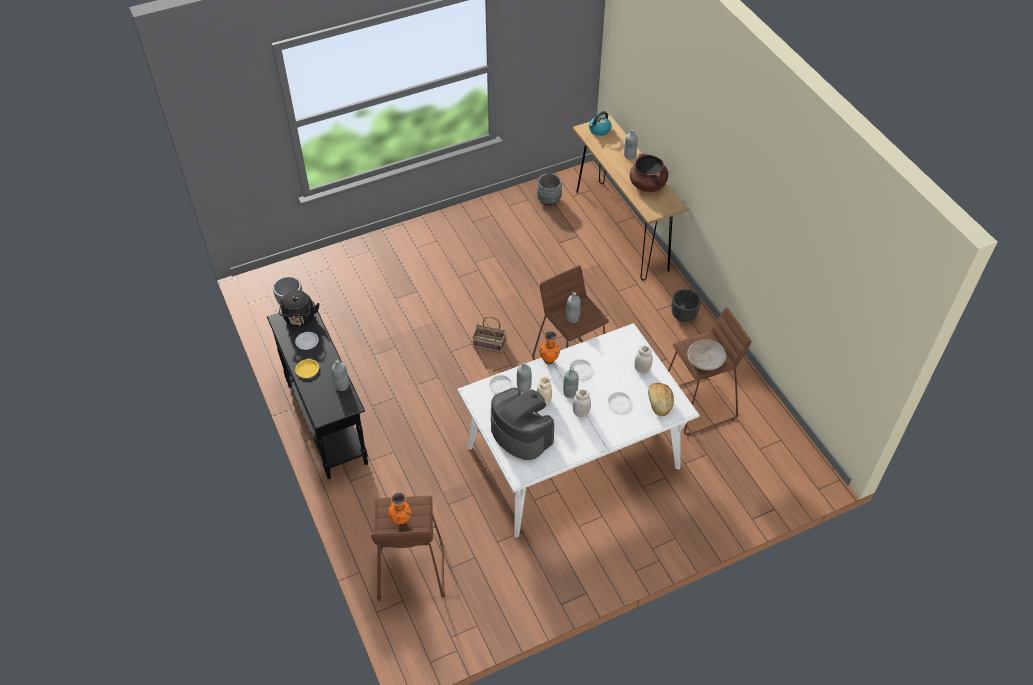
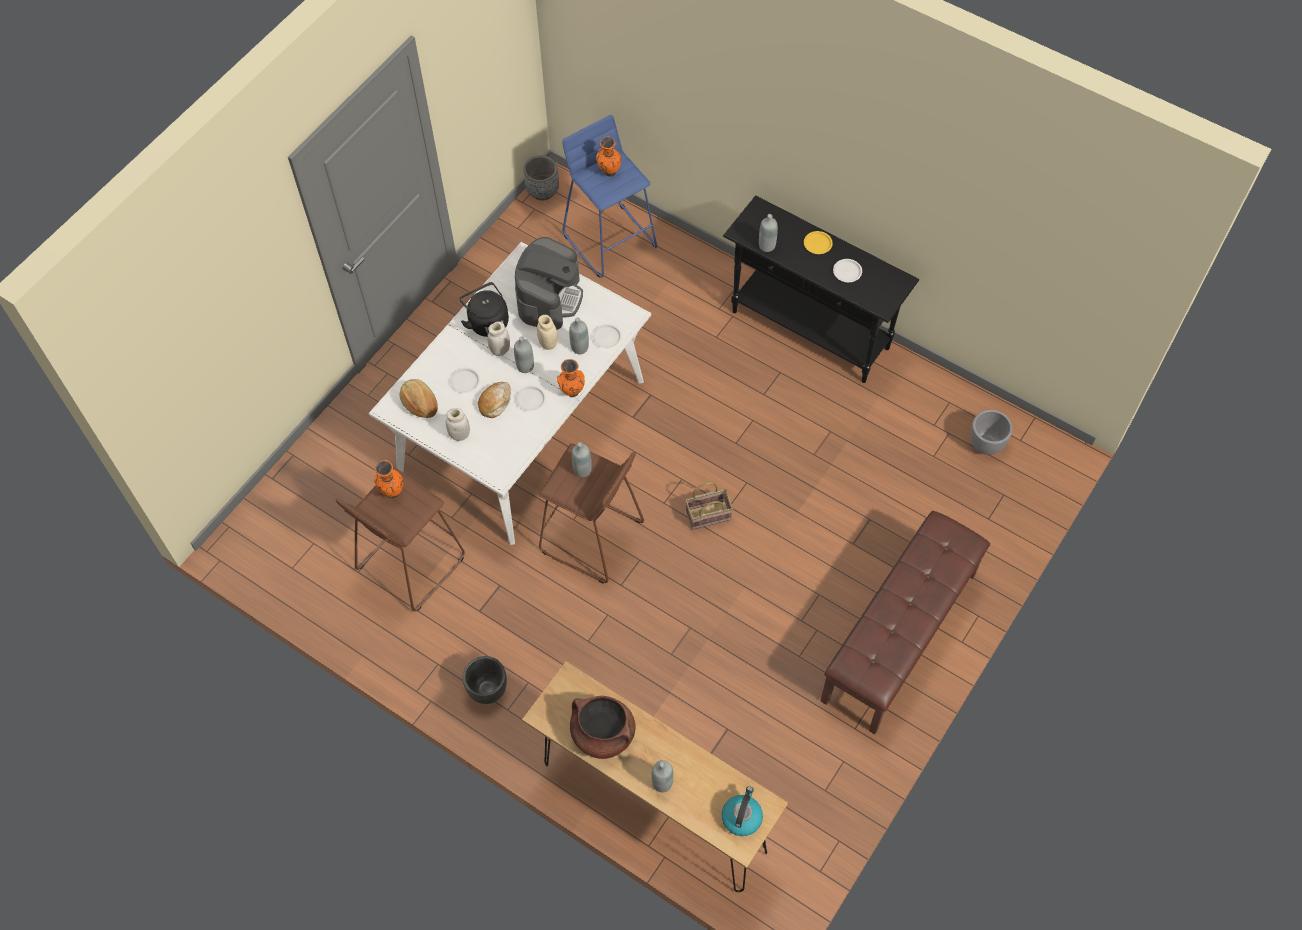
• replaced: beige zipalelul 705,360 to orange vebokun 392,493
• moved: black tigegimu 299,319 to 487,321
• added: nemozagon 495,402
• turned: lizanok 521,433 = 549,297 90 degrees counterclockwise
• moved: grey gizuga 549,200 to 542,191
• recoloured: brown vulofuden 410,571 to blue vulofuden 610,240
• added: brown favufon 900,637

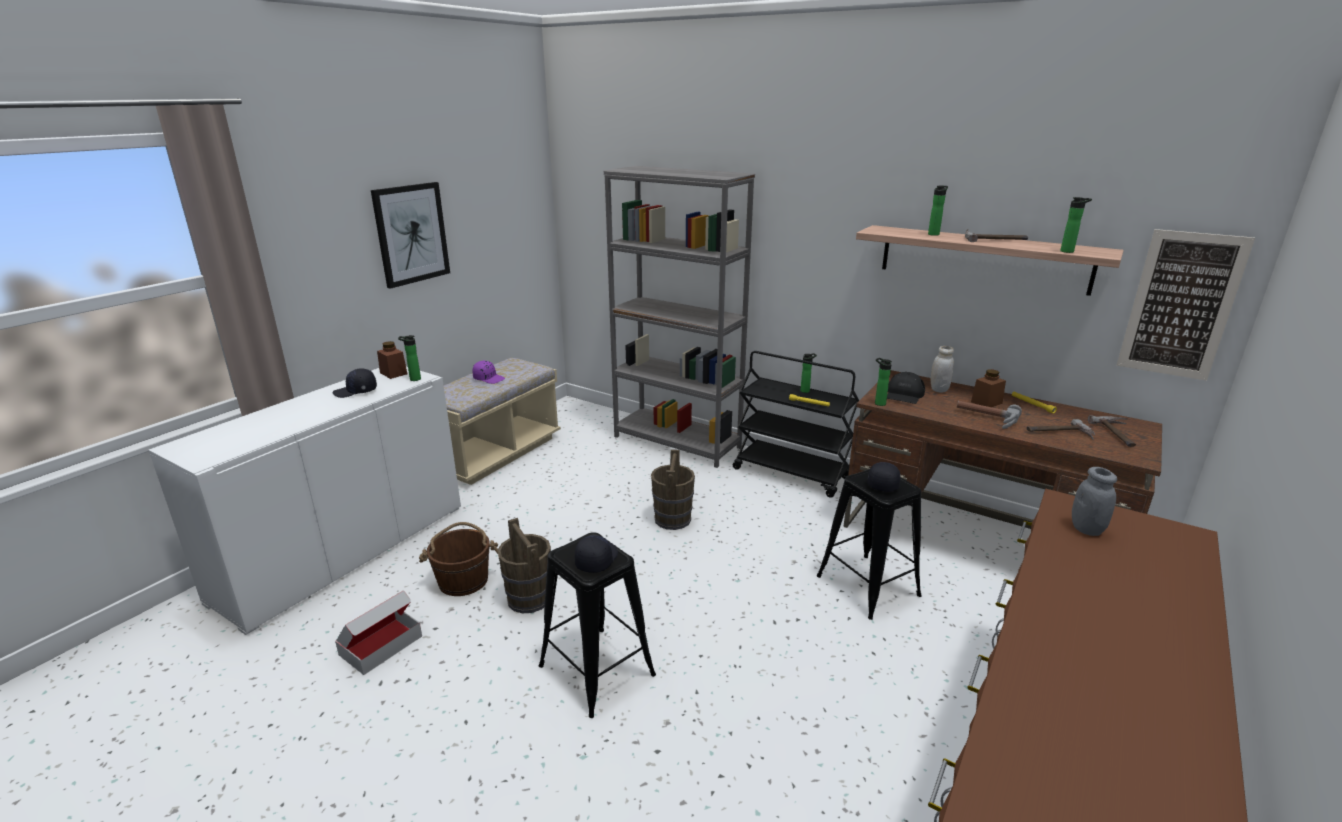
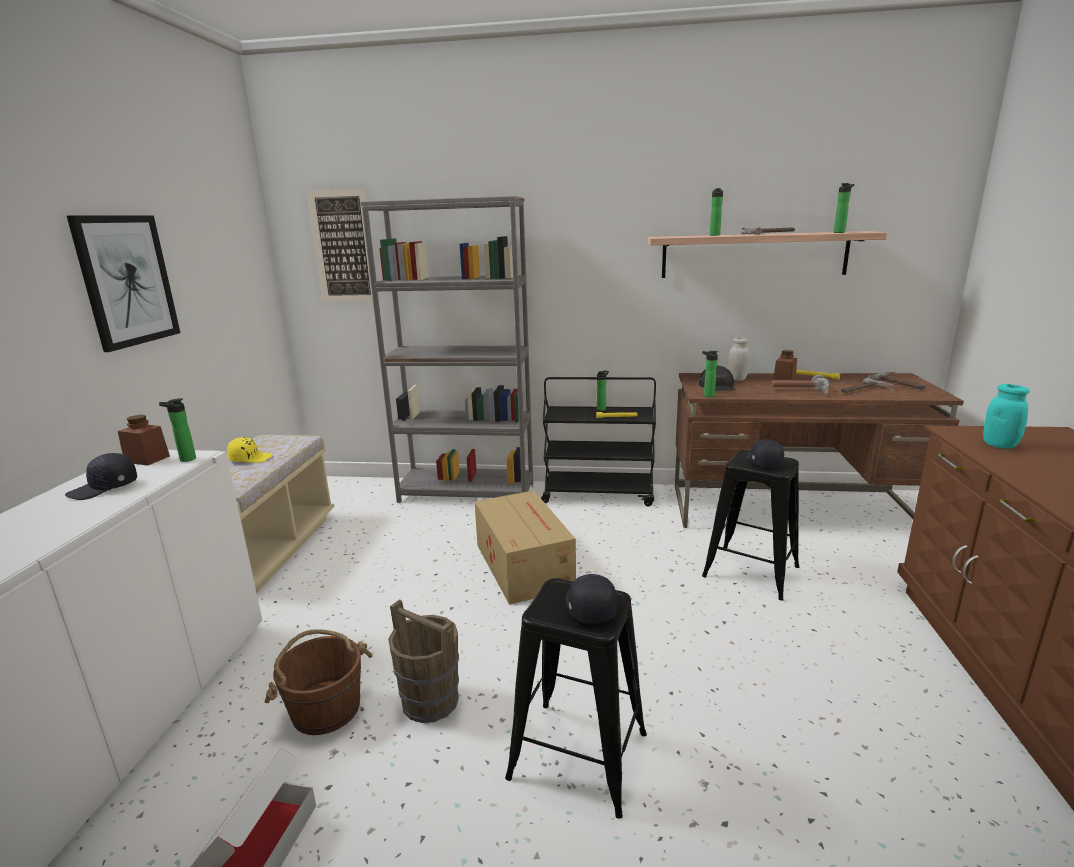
• recoloured: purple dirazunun 489,378 to yellow dirazunun 250,458
• moved: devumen 1181,305 to 343,247
• replaced: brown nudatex 672,519 to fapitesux 523,564
• recoloured: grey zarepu 1086,529 to turquoise zarepu 999,445

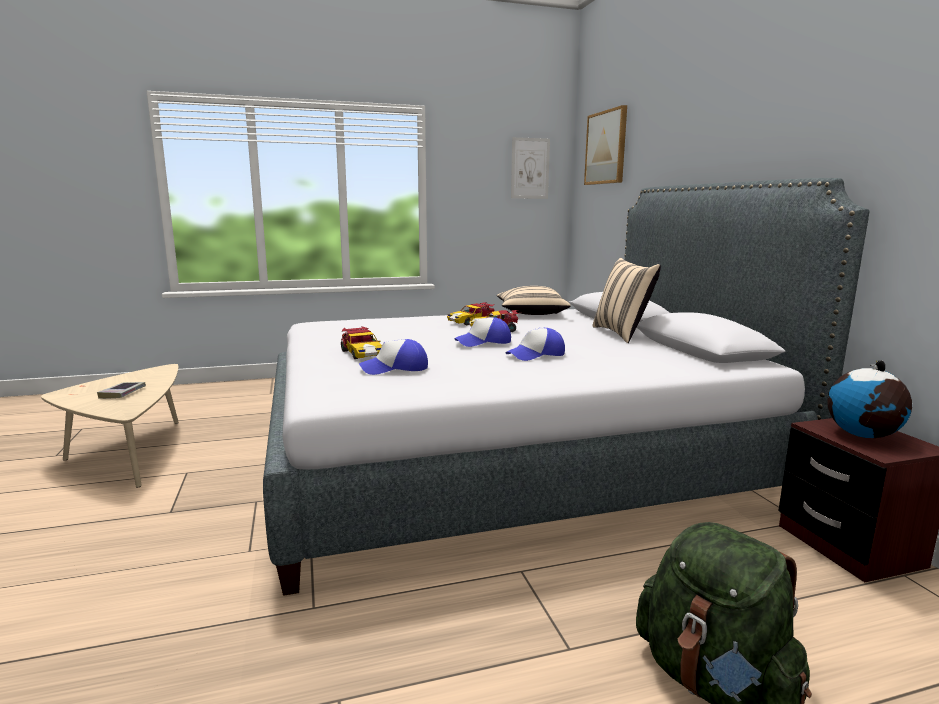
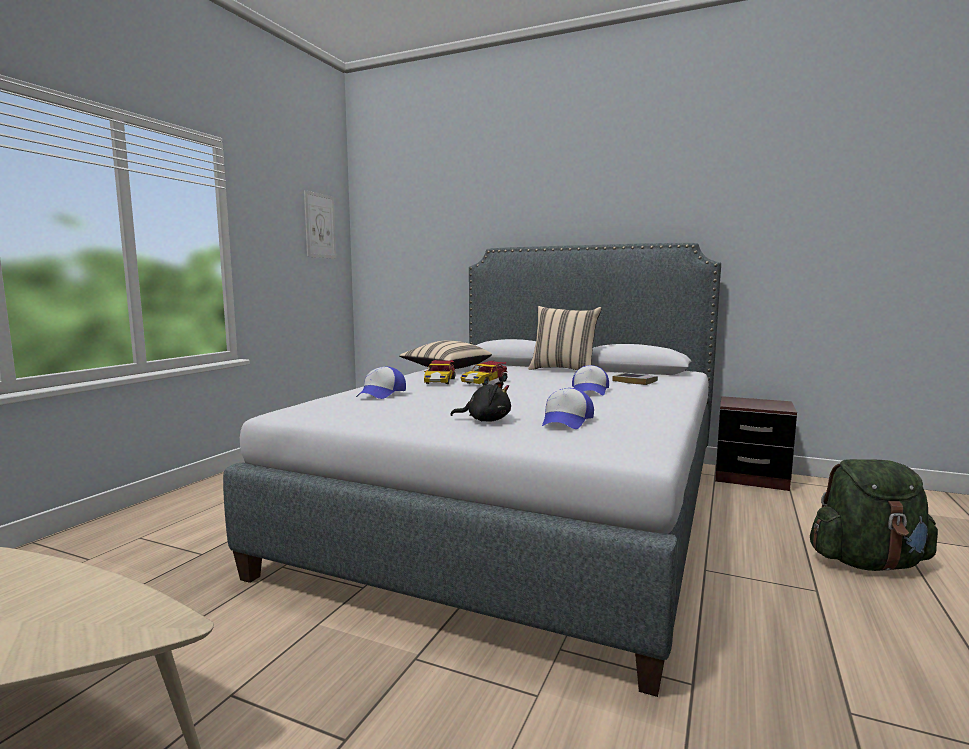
• moved: dirazunun 483,342 to 381,394
• replaced: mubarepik 362,354 to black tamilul 485,420
• moved: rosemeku 122,393 to 634,382
• removed: devumen 606,147
• removed: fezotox 863,435

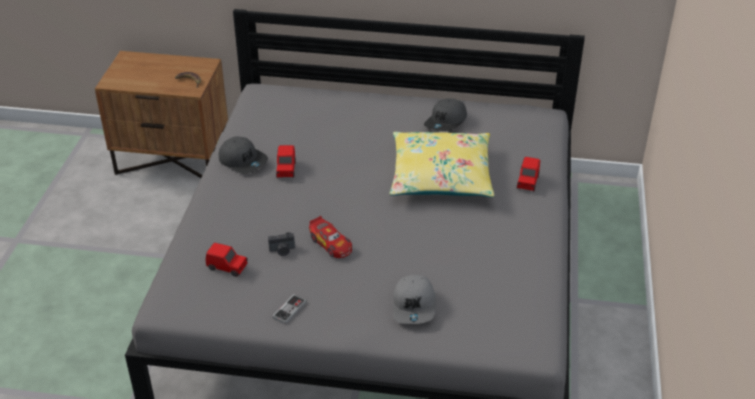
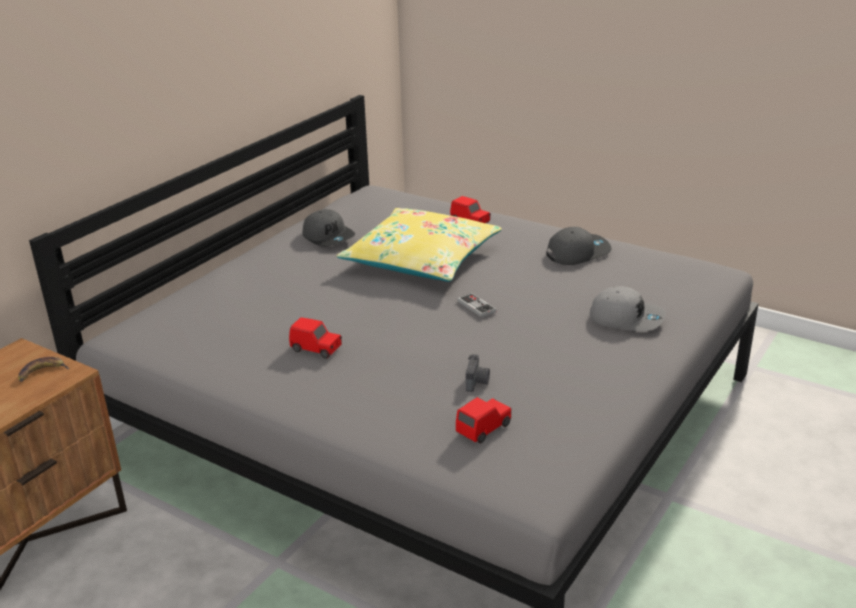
• moved: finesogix 289,310 to 476,306
• moved: grey dirazunun 243,161 to 577,253
• removed: mubarepik 331,244

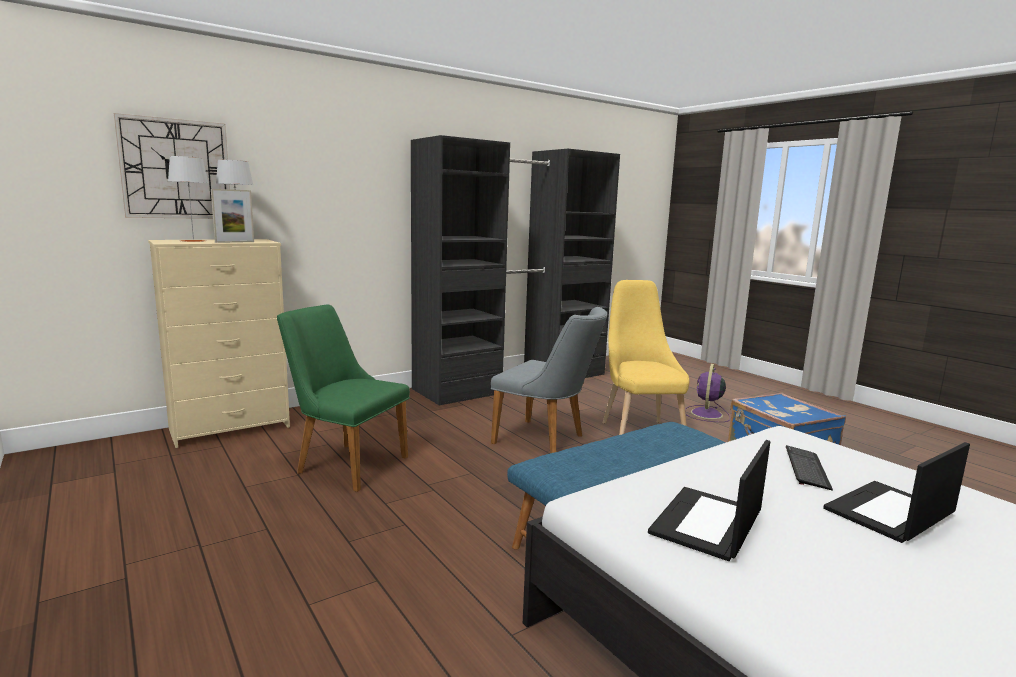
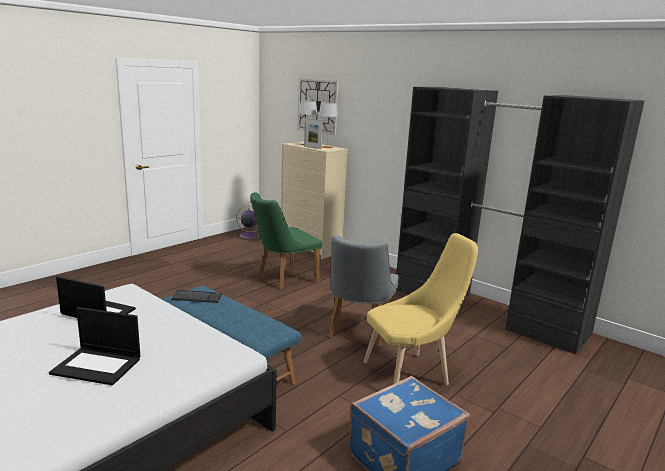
• turned: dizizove 889,512 = 98,366 150 degrees clockwise
• moved: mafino 806,469 to 197,297
• moved: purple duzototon 706,414 to 248,235
• turned: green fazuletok 344,463 = 283,279 135 degrees counterclockwise

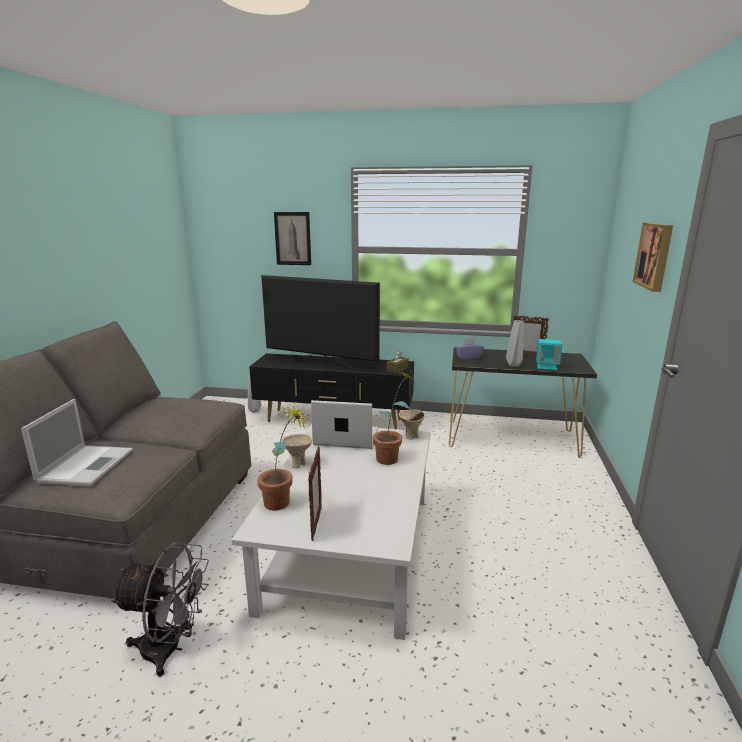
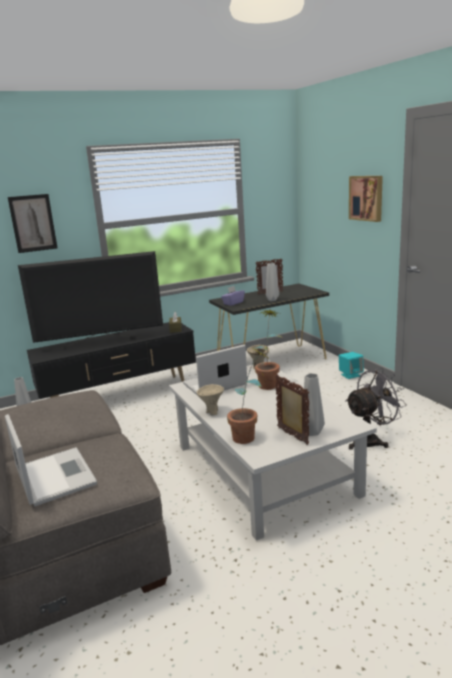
• added: grey vebokun 312,432
• moved: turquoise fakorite 547,367 to 350,375
• moved: grey duzototon 170,649 to 371,440

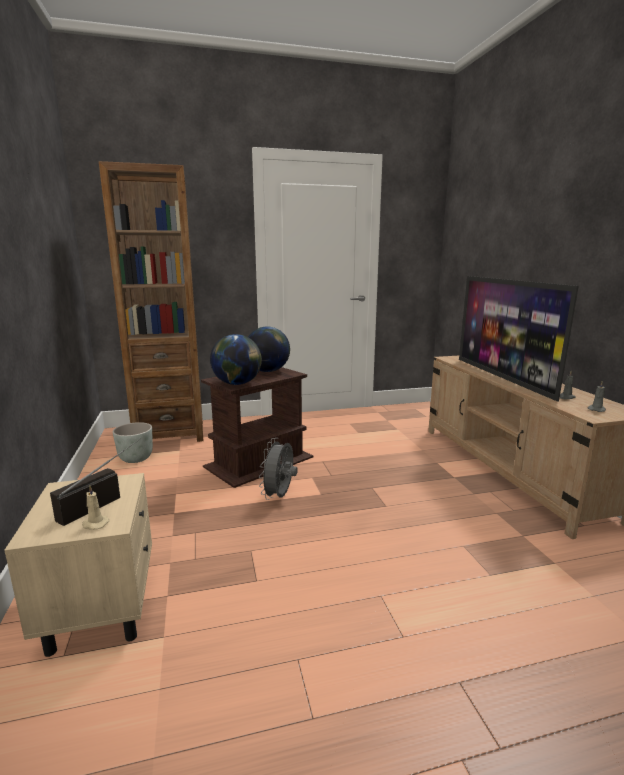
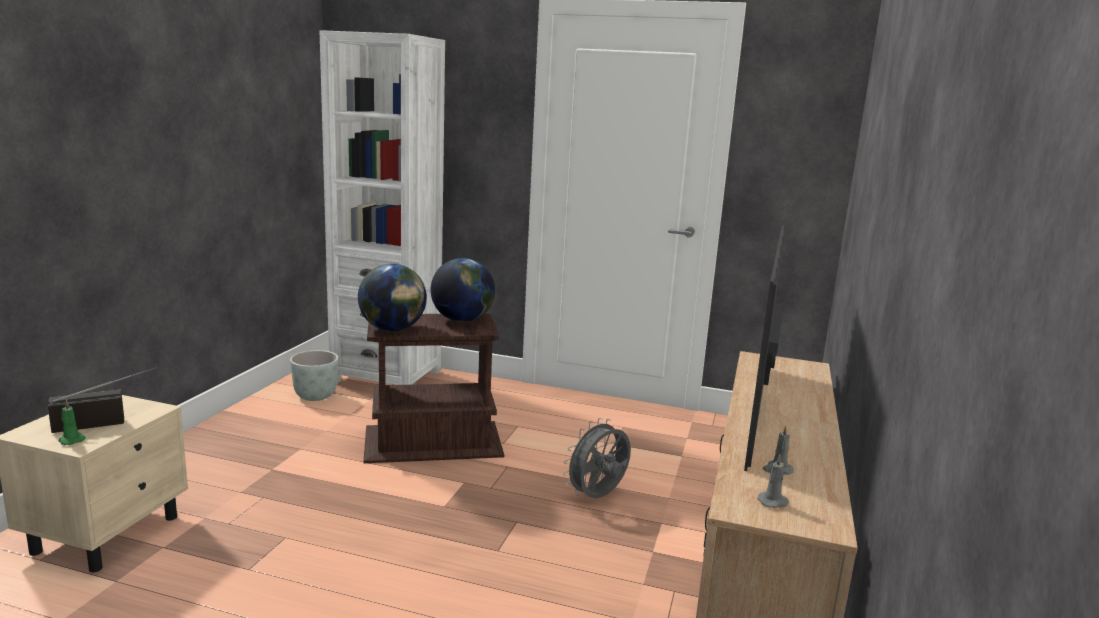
• recoloured: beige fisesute 94,524 to green fisesute 71,440
• recoloured: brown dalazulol 170,434 to white dalazulol 386,376
• moved: grey duzototon 280,496 to 597,497

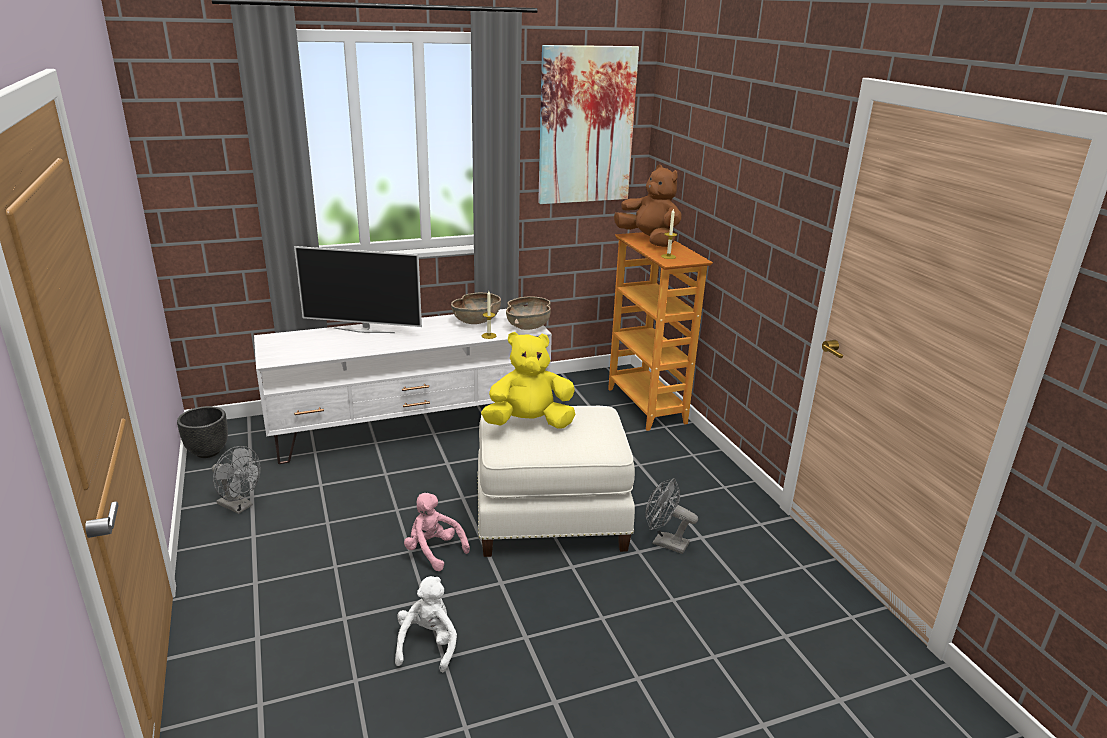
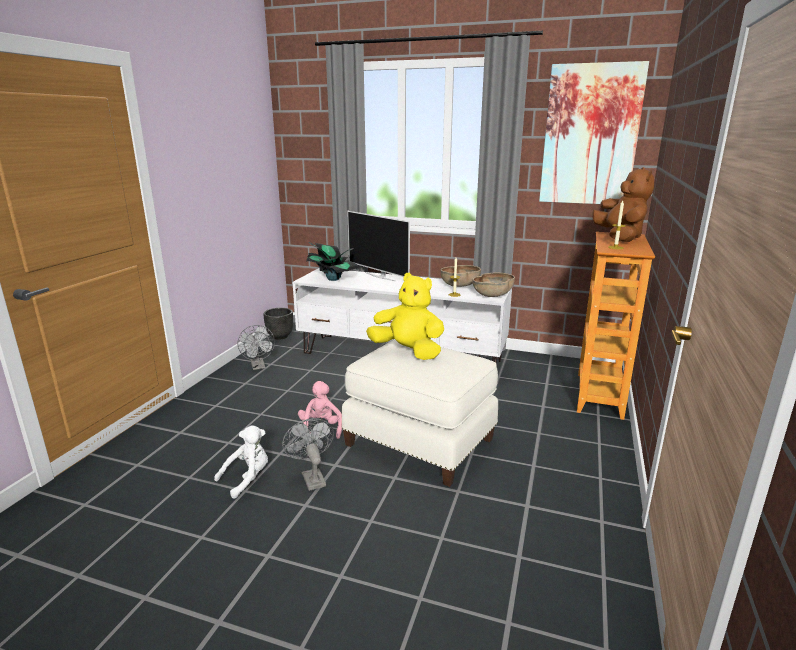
• moved: grey duzototon 664,542 to 311,477
• added: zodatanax 333,279

